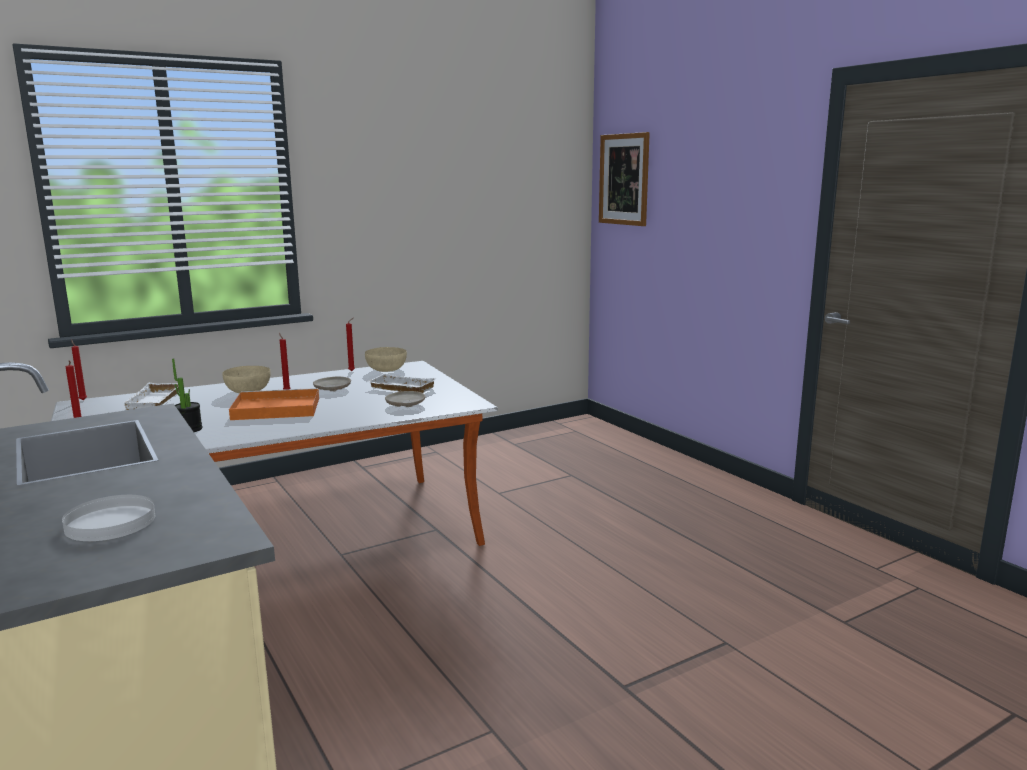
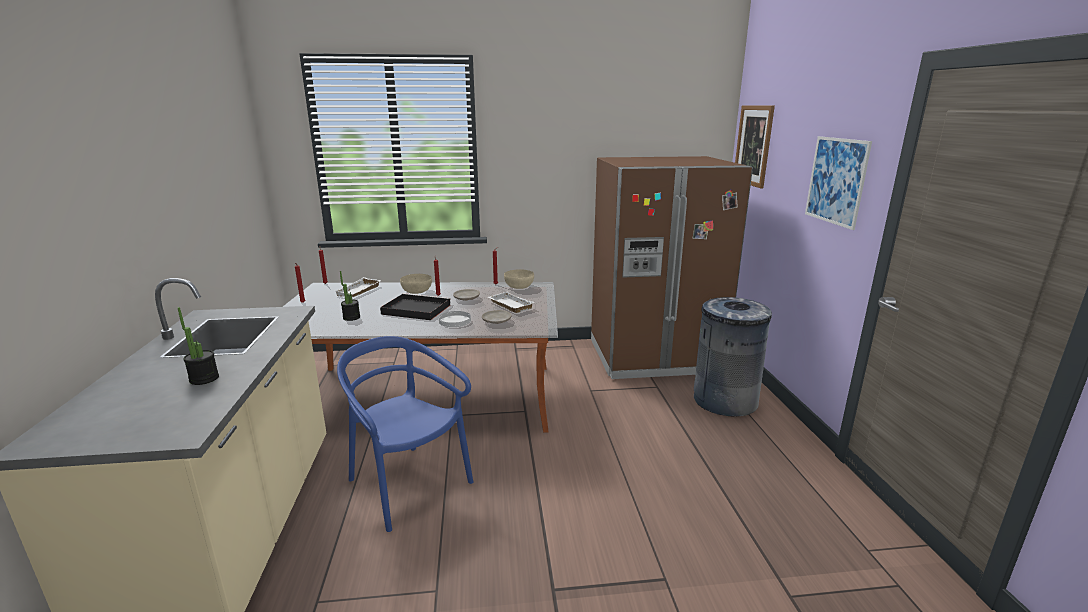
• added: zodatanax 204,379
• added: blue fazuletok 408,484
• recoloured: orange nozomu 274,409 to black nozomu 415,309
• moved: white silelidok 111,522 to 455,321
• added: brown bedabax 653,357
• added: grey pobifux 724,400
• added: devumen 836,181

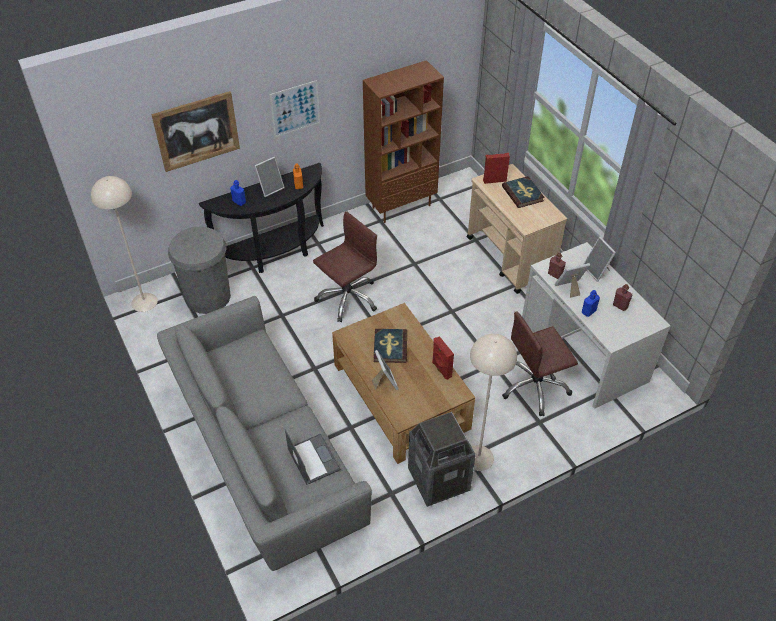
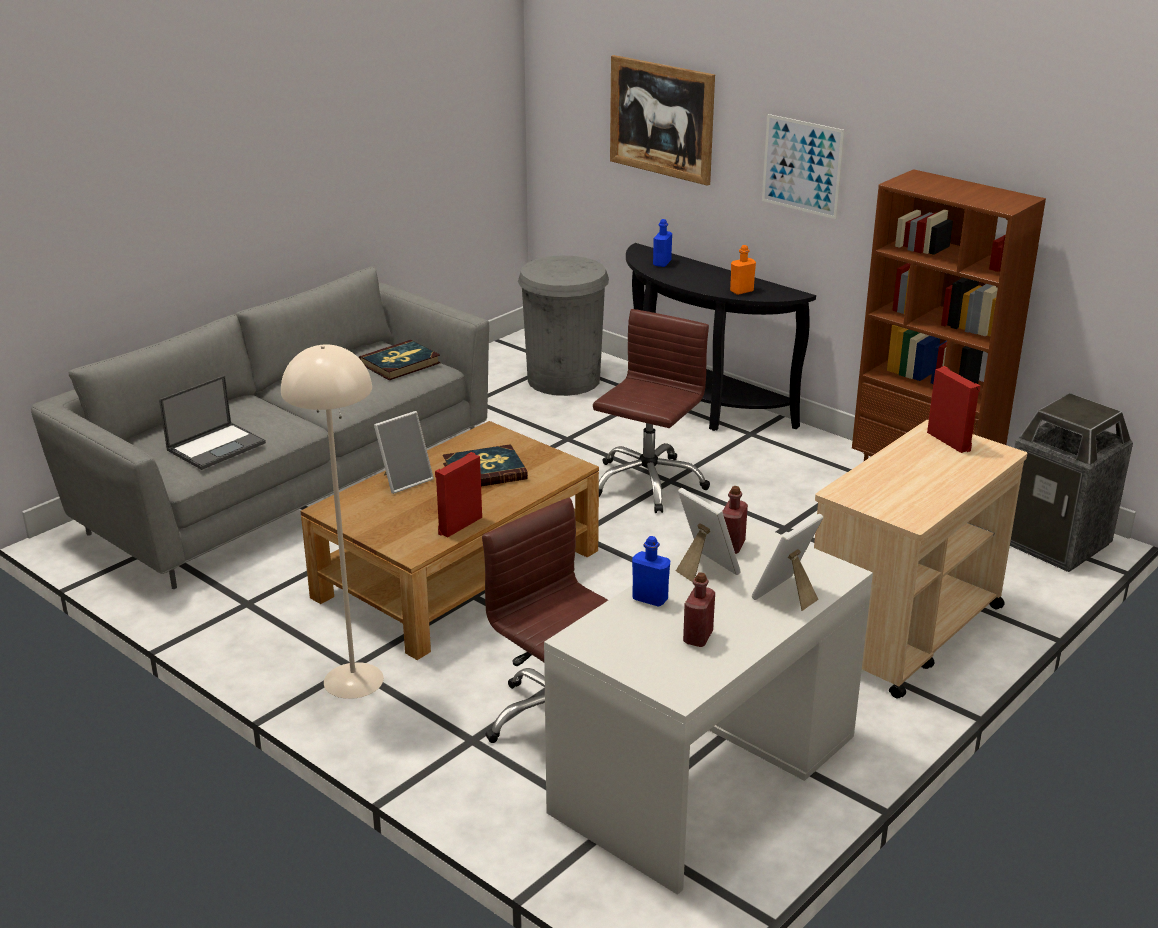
• moved: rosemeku 523,193 to 400,363
• turned: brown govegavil 347,298 = 647,483 90 degrees counterclockwise
• moved: pobifux 439,480 to 1056,543
• removed: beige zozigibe 144,302
• removed: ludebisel 270,188

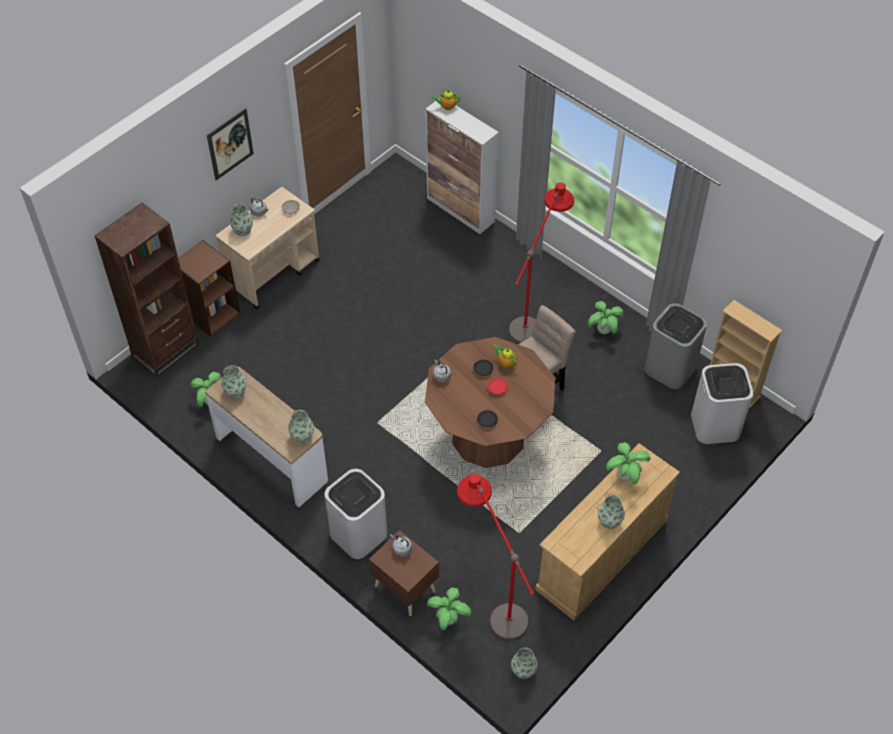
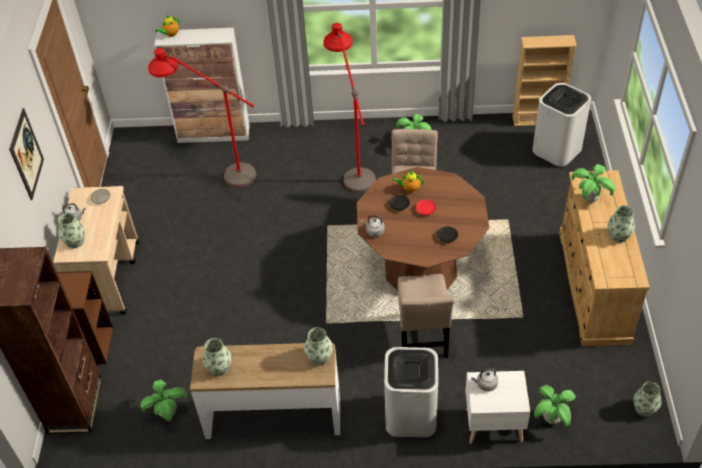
• moved: red zozigibe 493,600 to 218,171
• added: beige fazuletok 422,338
• recoloured: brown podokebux 405,587 to white podokebux 493,424
• removed: grey pobifux 669,368

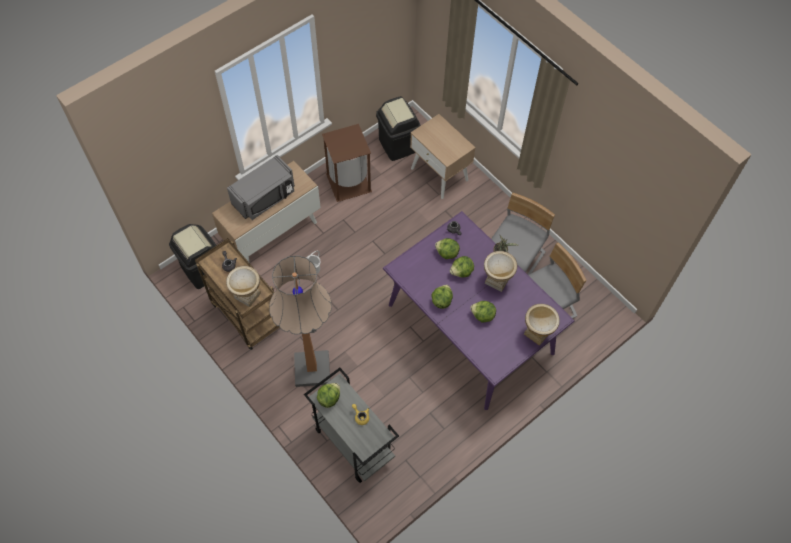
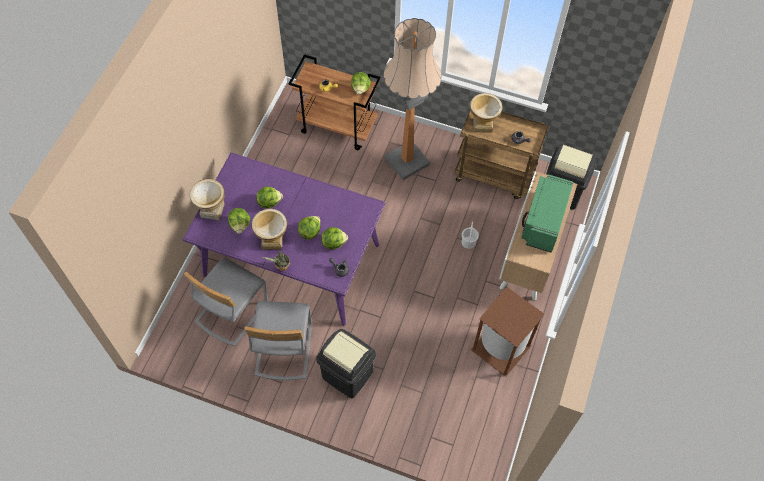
• moved: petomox 441,301 to 240,225
• recoloured: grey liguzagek 352,442 to brown liguzagek 338,127
• moved: black pobifux 398,145 to 347,375
• recoloured: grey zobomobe 265,198 to green zobomobe 543,221
• removed: beige podokebux 440,174

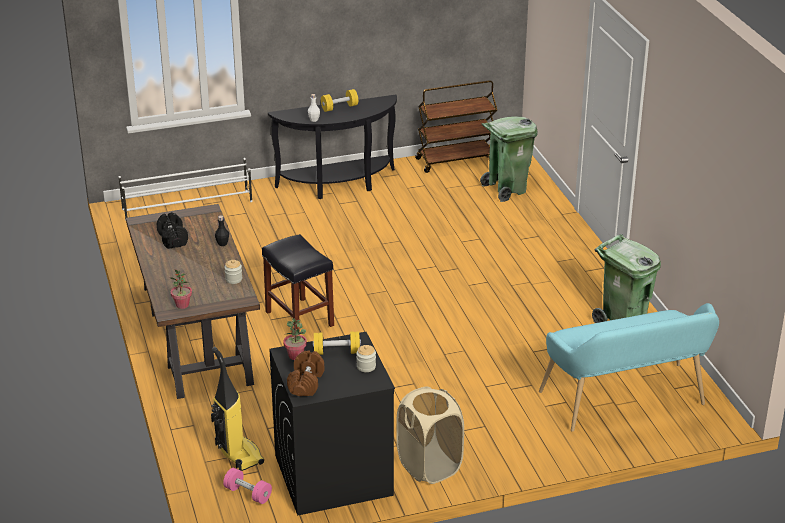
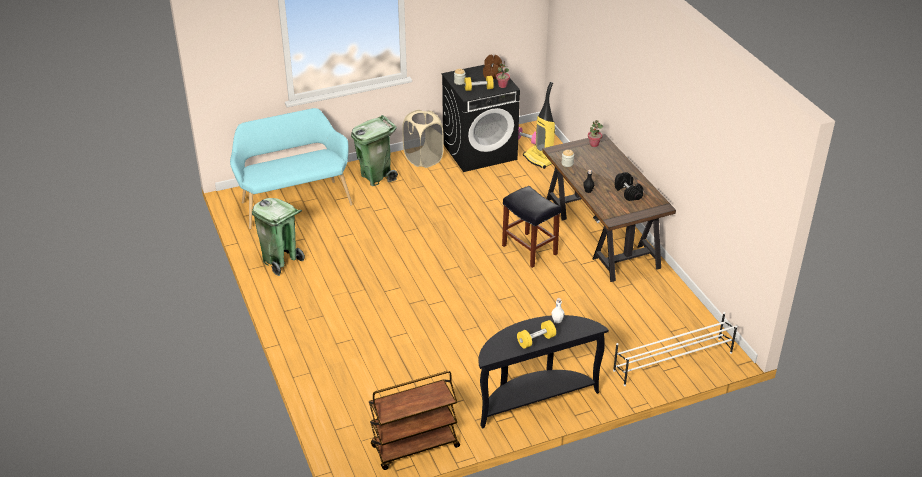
• moved: green pobifux 506,189 to 376,177

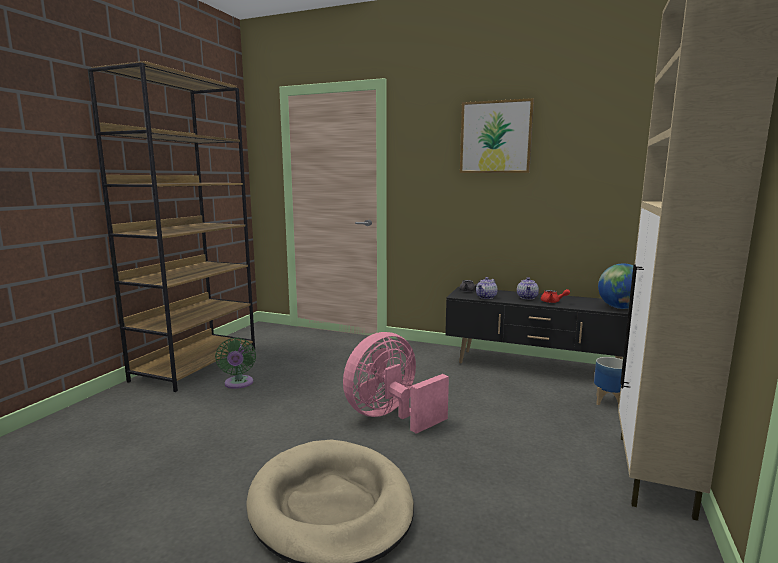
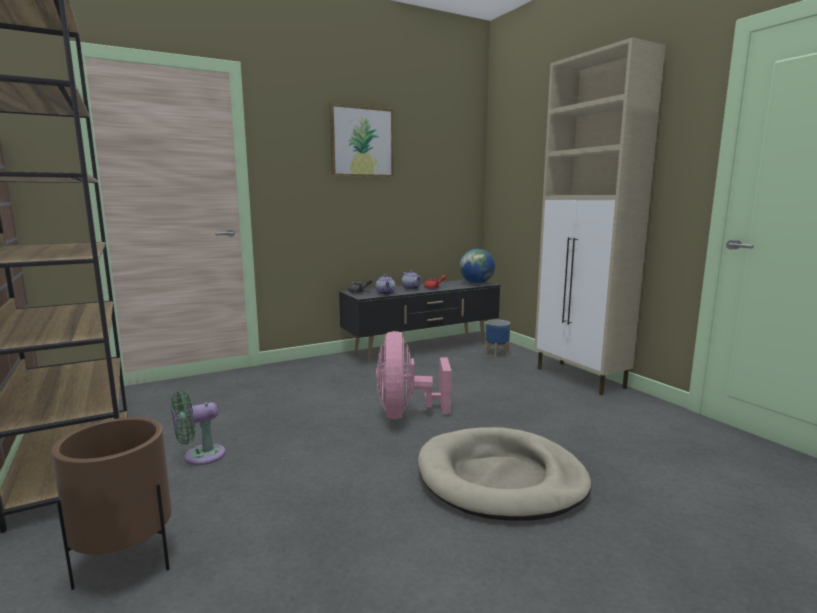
• added: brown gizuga 127,562
• turned: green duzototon 238,384 = 200,456 120 degrees clockwise

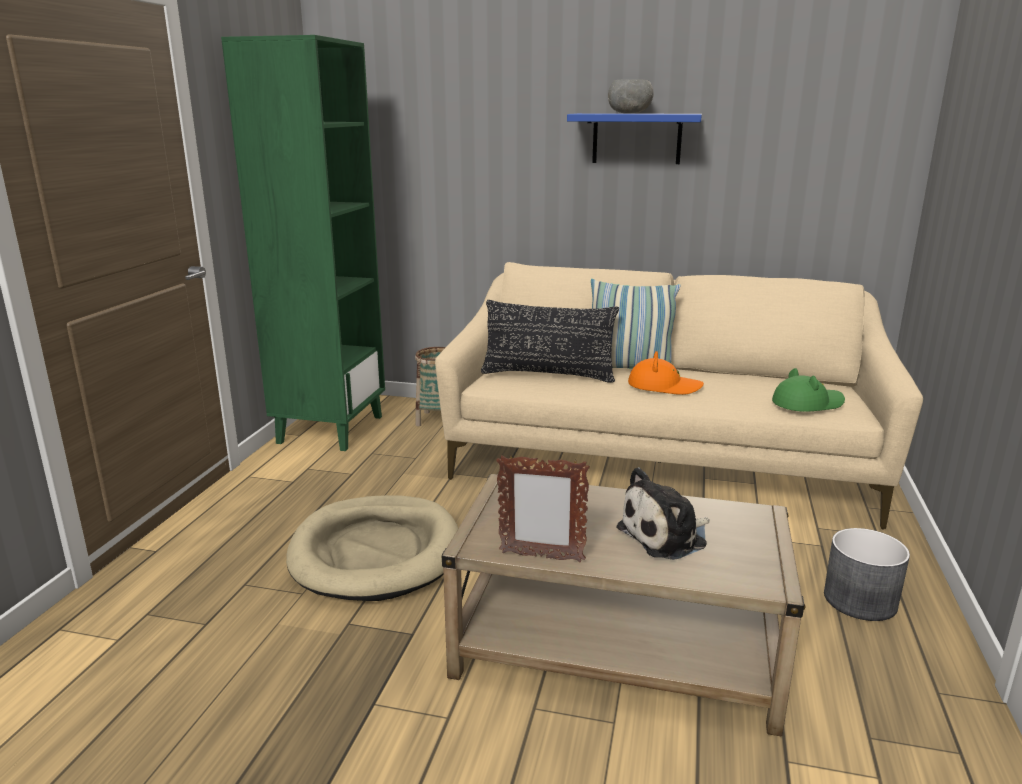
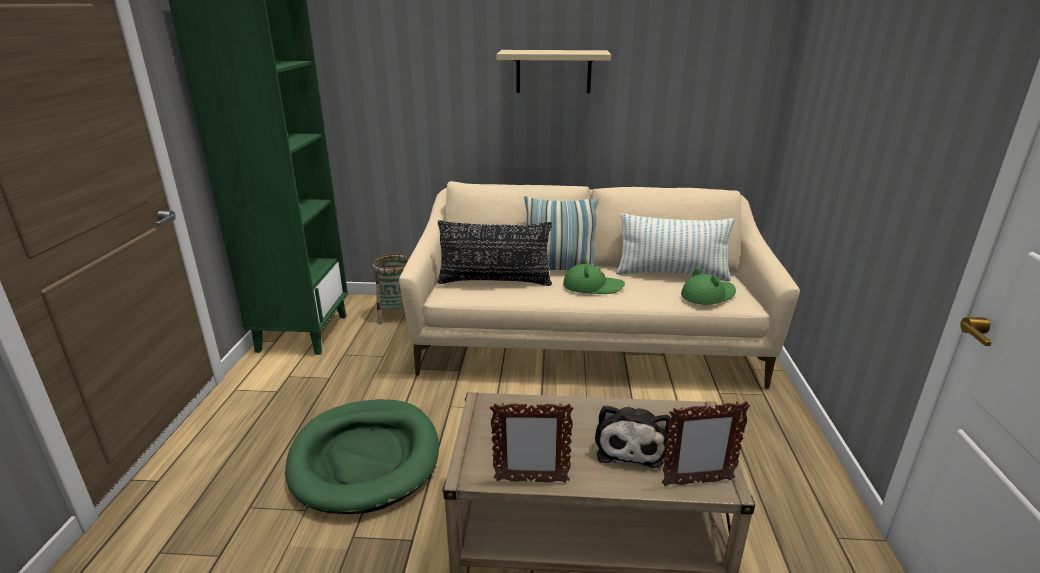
• recoloured: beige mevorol 376,552 to green mevorol 365,458
• recoloured: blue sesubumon 636,138 to beige sesubumon 553,71
• recoloured: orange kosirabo 664,386 to green kosirabo 592,286
• turned: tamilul 666,536 = 630,445 45 degrees counterclockwise
• added: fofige 671,274
• added: ludebisel 697,482
• removed: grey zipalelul 629,113
• removed: grey gizuga 859,600

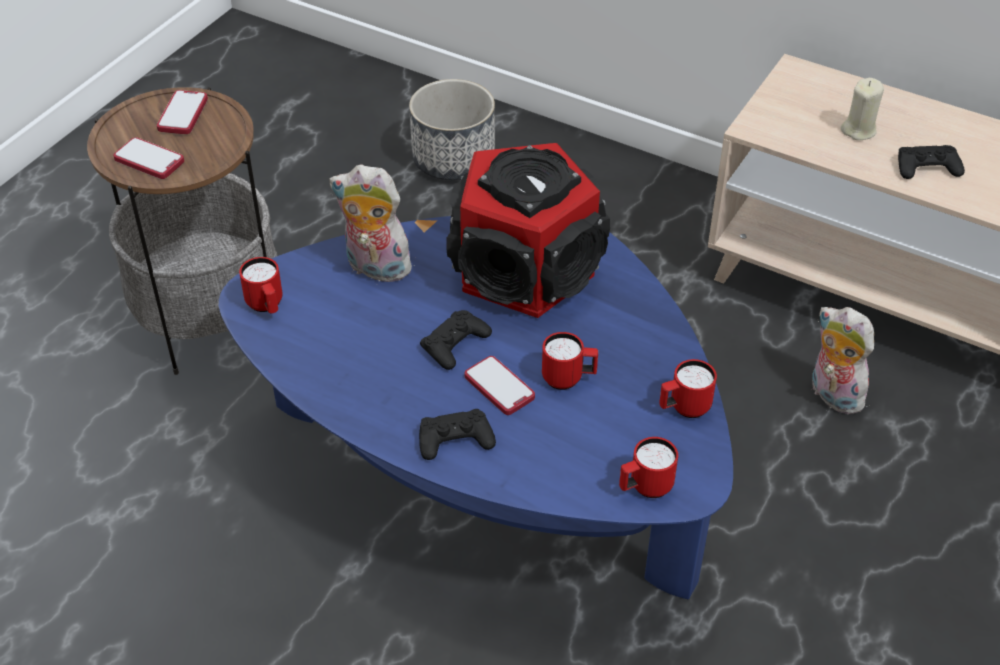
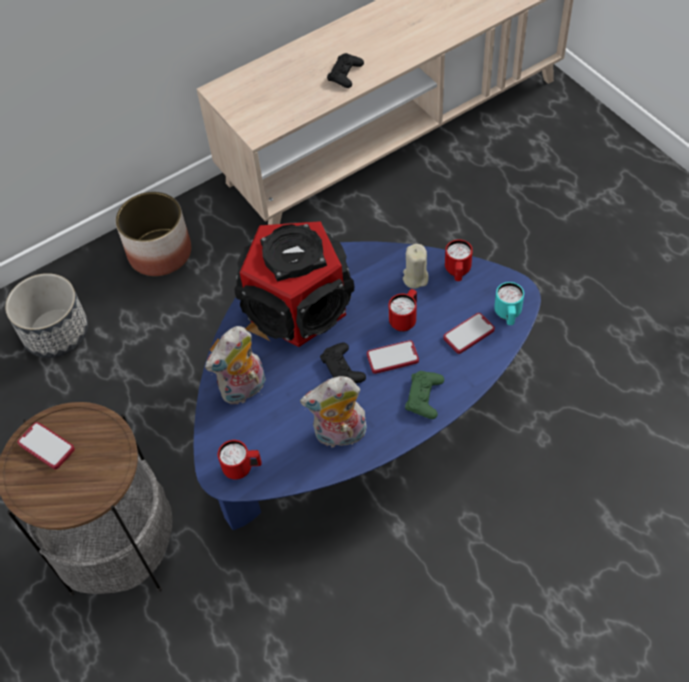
• added: gizuga 160,253
• moved: tamilul 832,395 to 340,436
• moved: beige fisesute 858,130 to 415,278
• recoloured: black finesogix 455,439 to green finesogix 424,397
• moved: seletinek 149,160 to 468,334
• recoloured: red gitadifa 645,487 to turquoise gitadifa 508,315

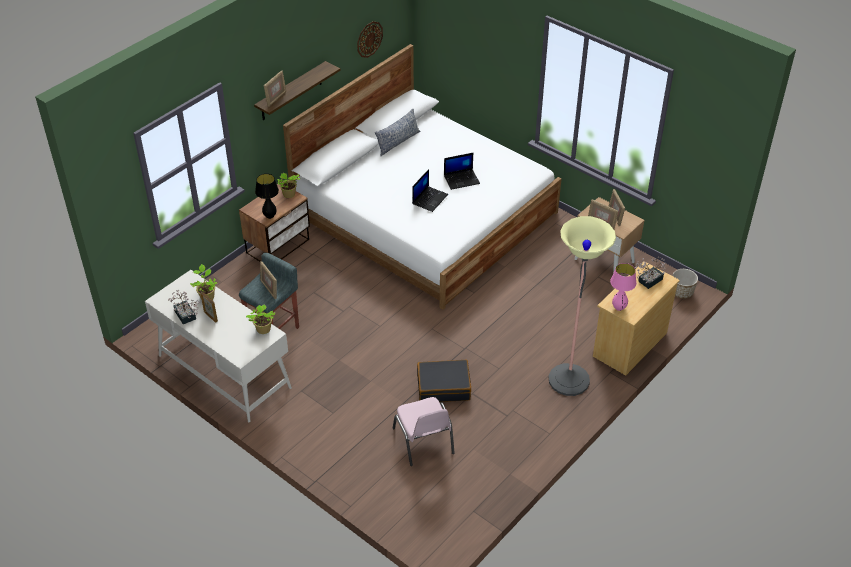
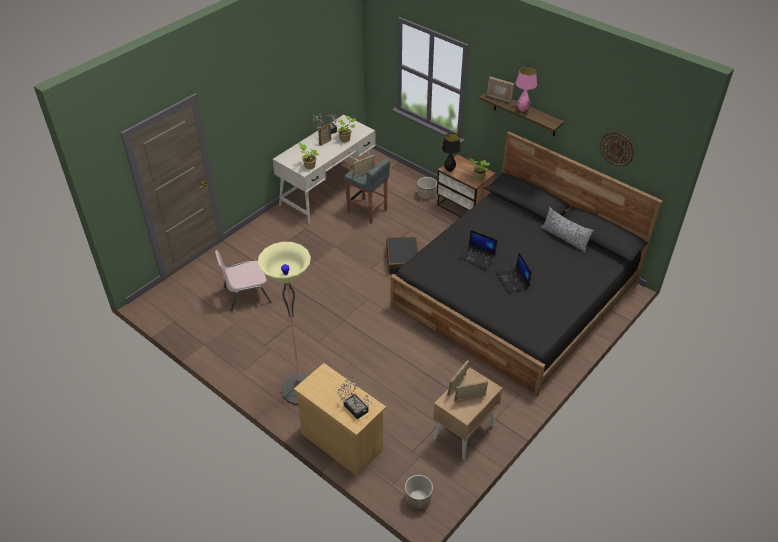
• moved: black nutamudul 443,387 to 403,260
• recoloured: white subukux 425,215 to black subukux 516,295
• added: gizuga 426,195
• moved: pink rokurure 618,308 to 522,110

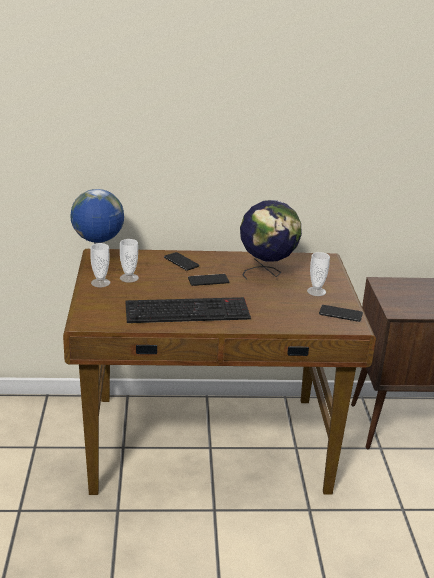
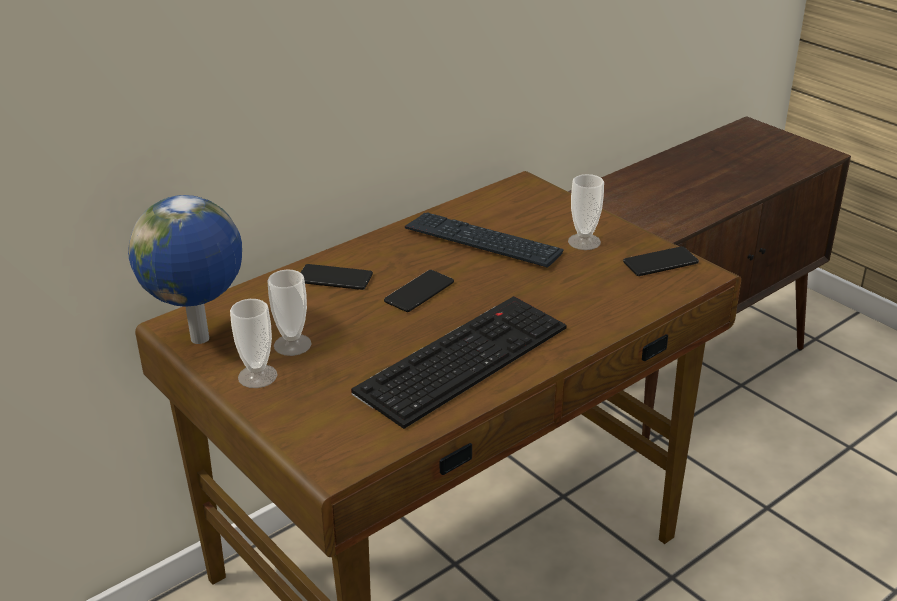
• replaced: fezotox 267,273 to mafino 482,242

